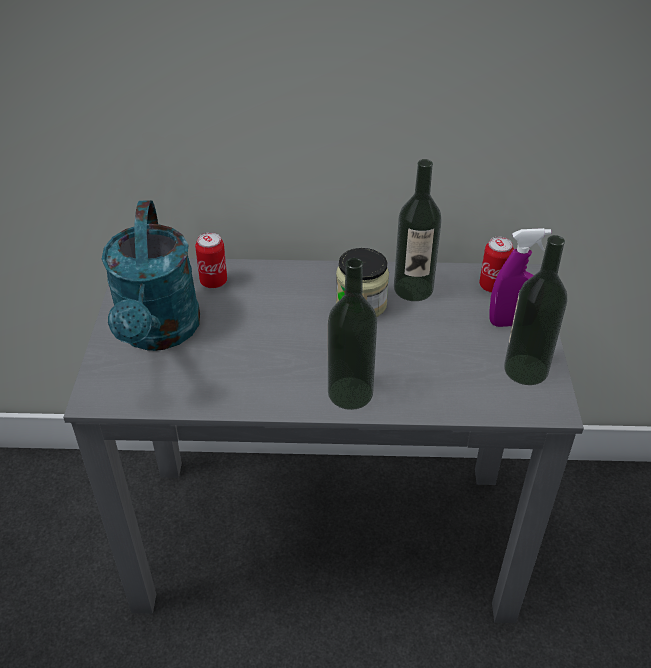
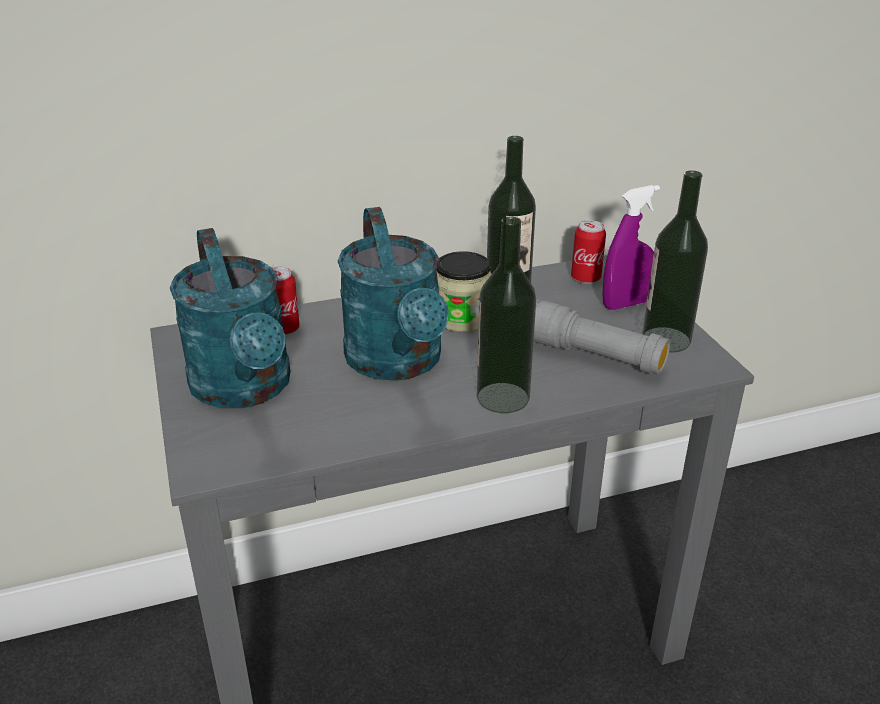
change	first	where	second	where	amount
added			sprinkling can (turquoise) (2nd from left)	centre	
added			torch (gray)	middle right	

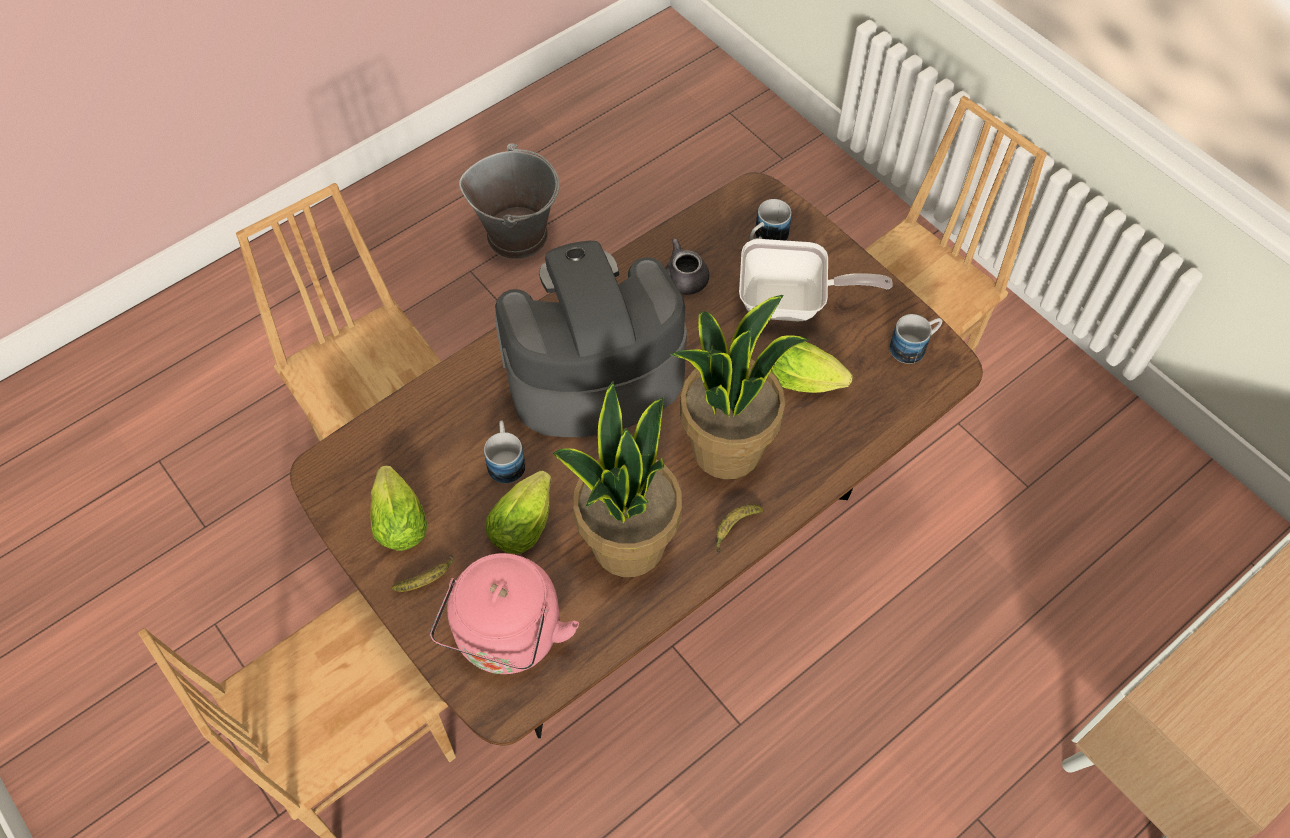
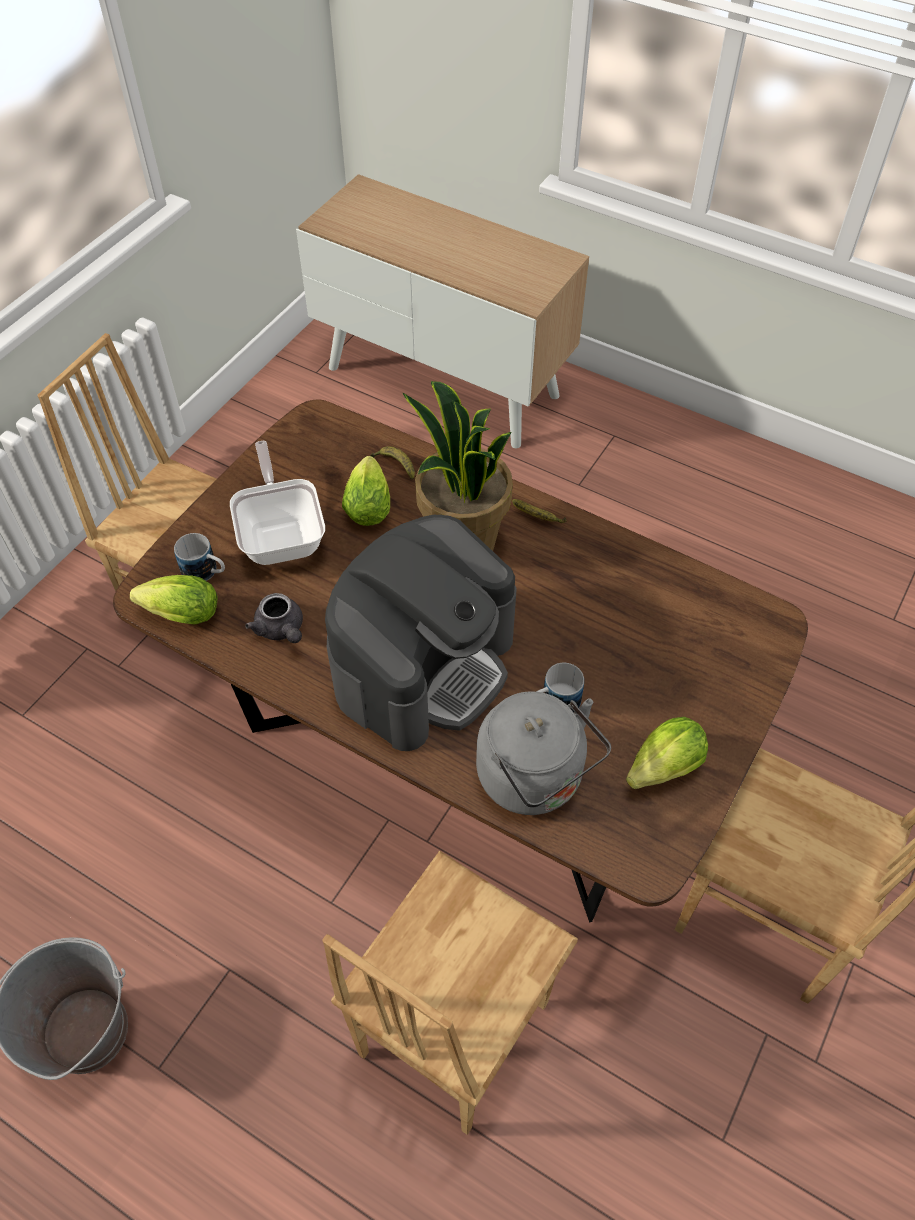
change	first	where	second	where	amount
moved	lettuce head (2nd from left in the first image)	centre	lettuce head (1st from left)	middle left	
turned	coffee brewer	centre		centre	105 degrees counterclockwise
moved	banana fruit (1st from left)	bottom left		centre	
added			water kettle (gray)	centre	
removed	water kettle (pink)	bottom centre			
removed	plant in a pot (1st from left)	centre			
removed	tea mug (3rd from left)	middle right			

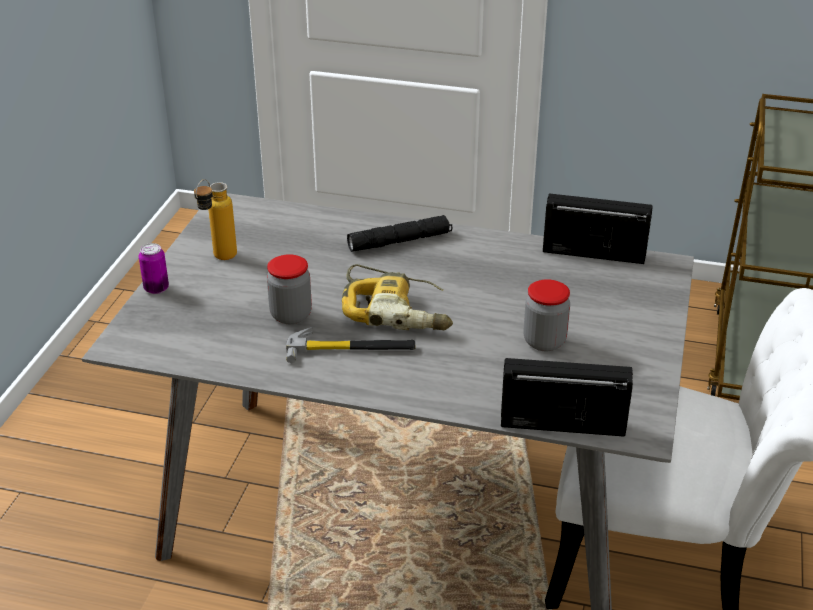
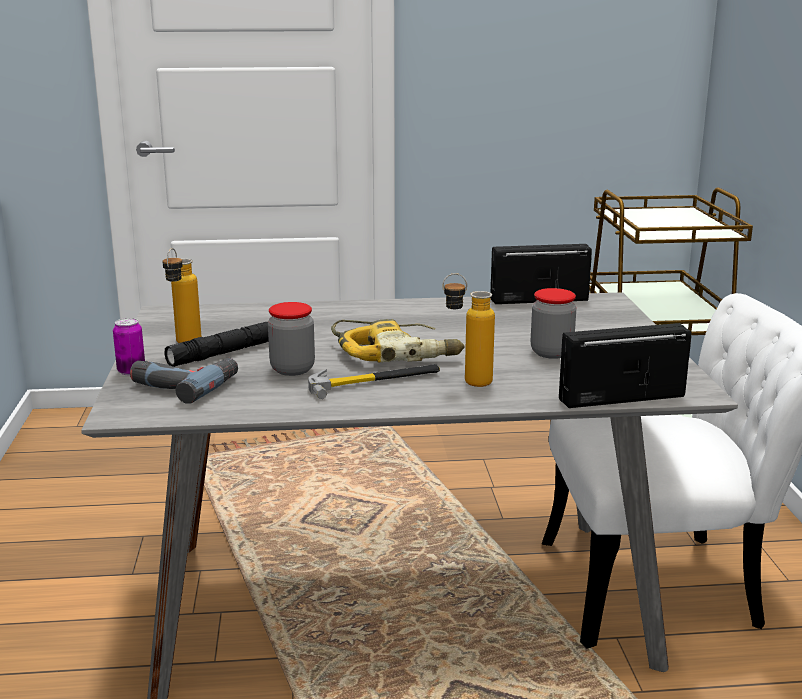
change	first	where	second	where	amount
added			power drill (1st from left)	middle left	
moved	torch (black-coloured)	centre		middle left	
added			bottle (2nd from left)	centre	

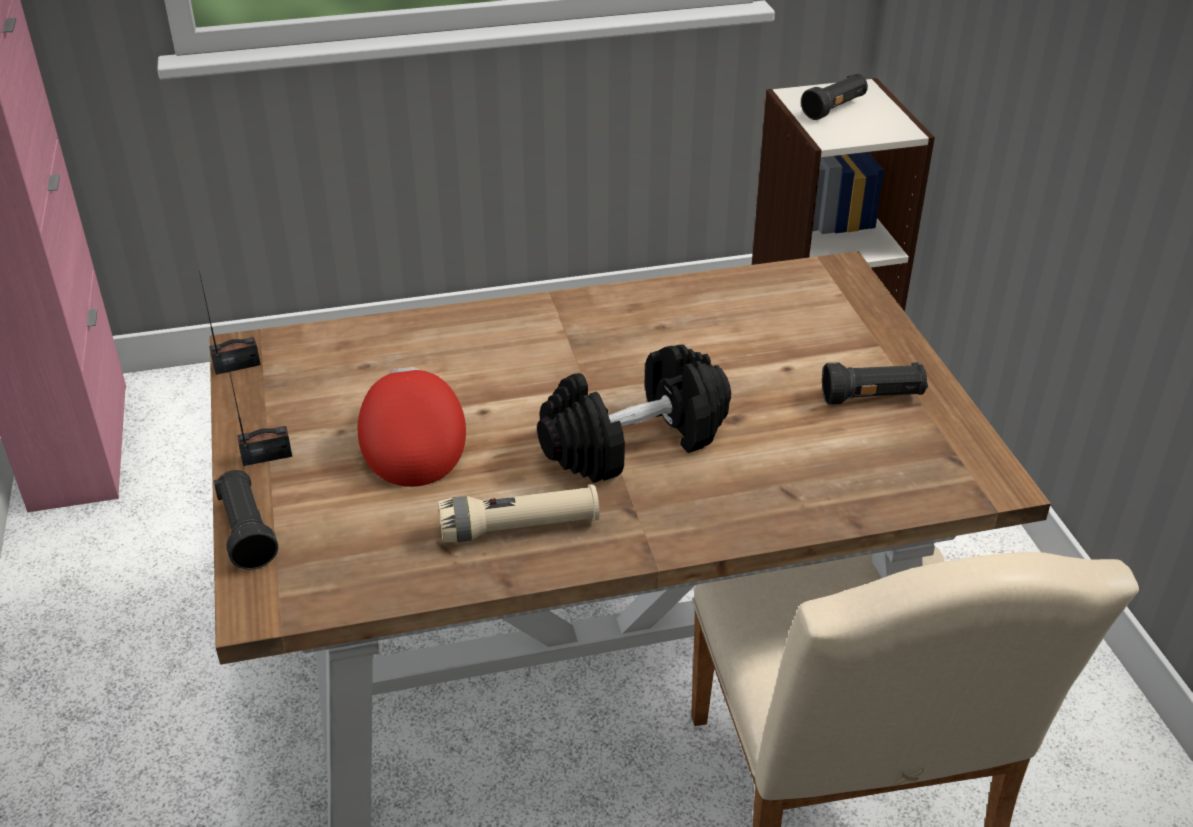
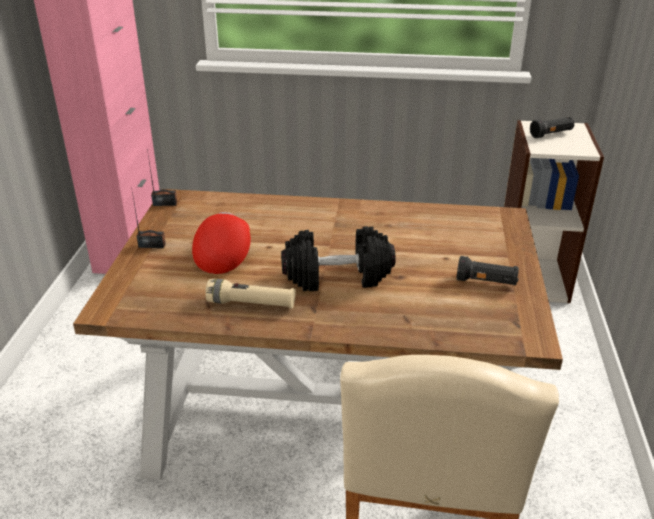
change	first	where	second	where	amount
removed	torch (black-coloured) (1st from left)	middle left			

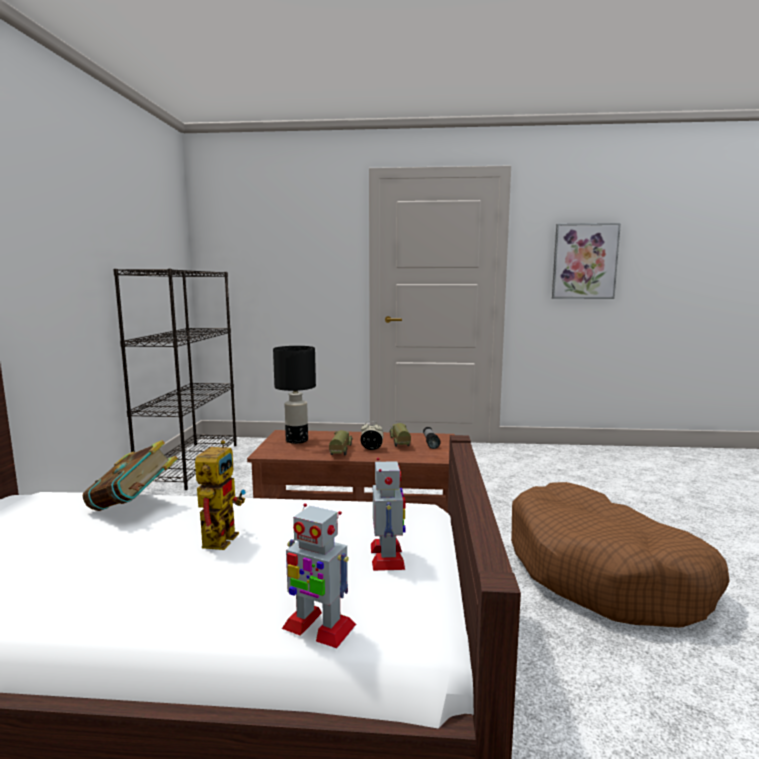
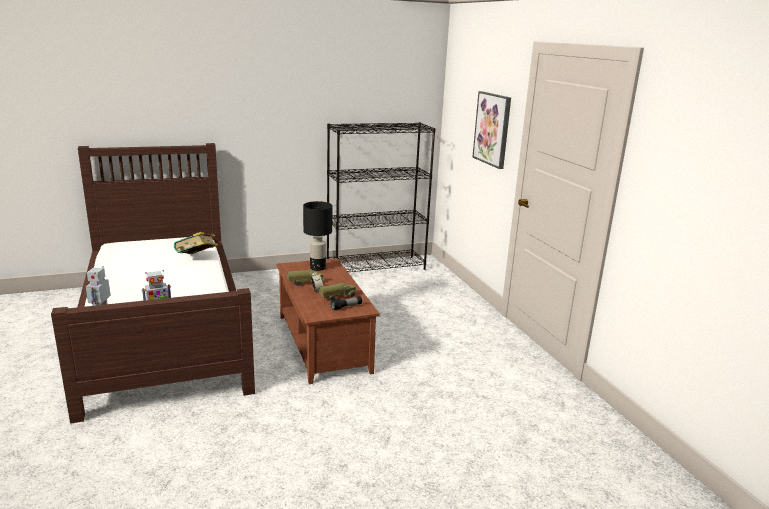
change	first	where	second	where	amount
moved	wall picture	middle right		top centre	
removed	toy robot (1st from left)	middle left			
removed	pet bed (brown-coloured)	bottom right			

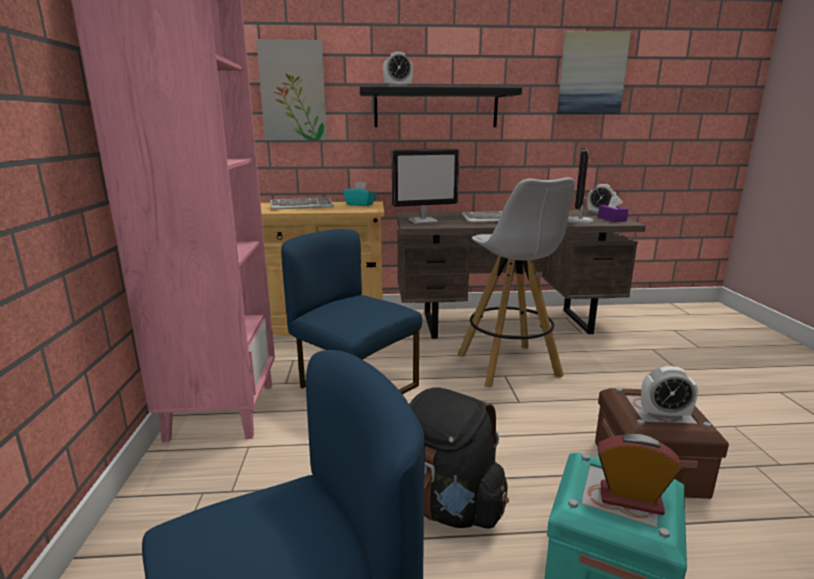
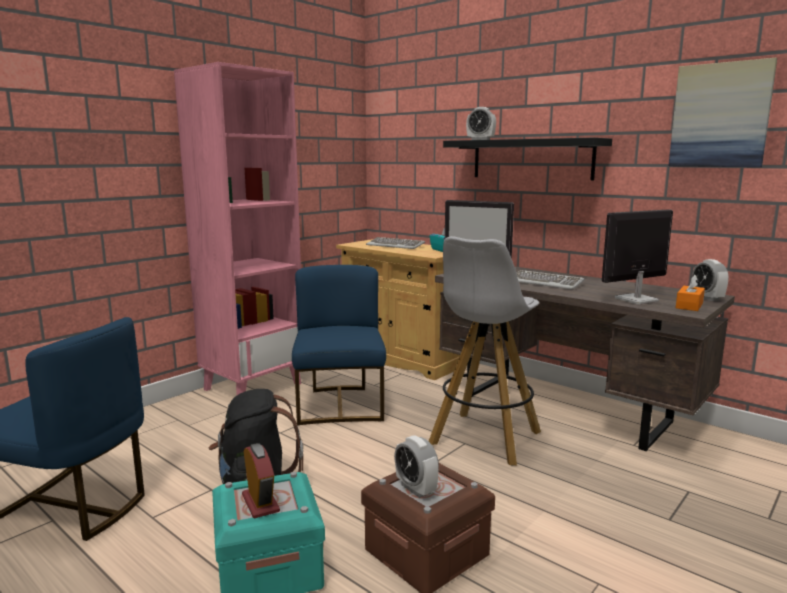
change	first	where	second	where	amount
recoloured	box of tissues (purple-coloured)	middle right	box of tissues (orange-coloured)	middle right	
removed	wall picture (1st from left)	top centre			

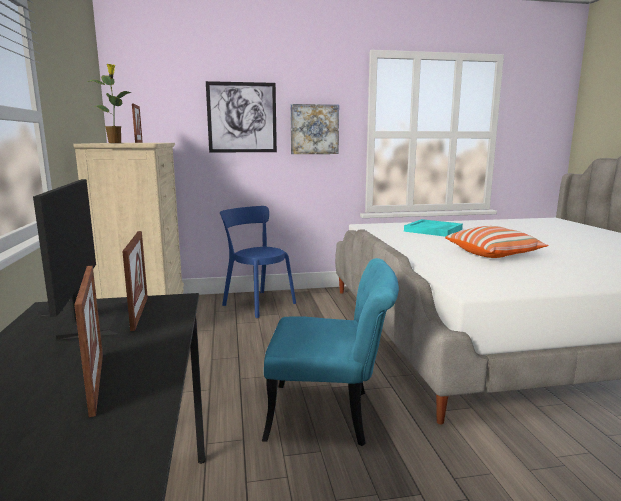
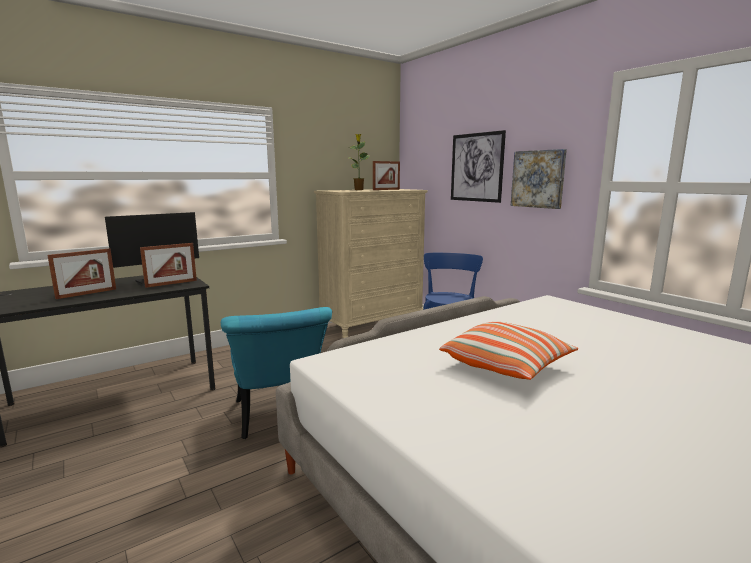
change	first	where	second	where	amount
removed	tray (turquoise)	middle right			

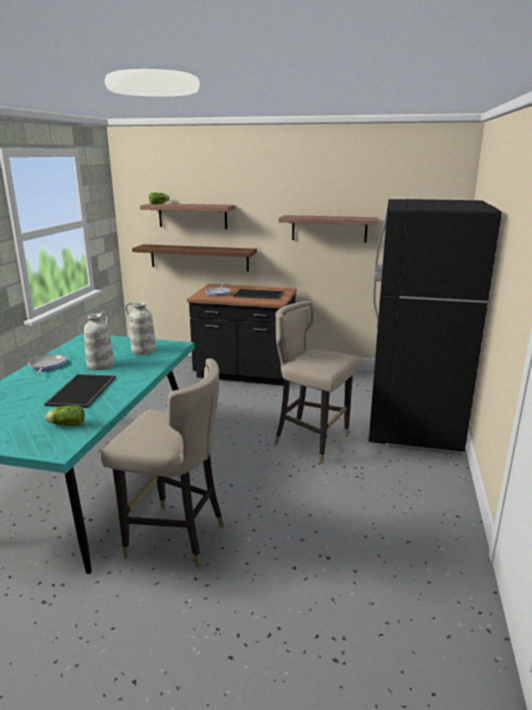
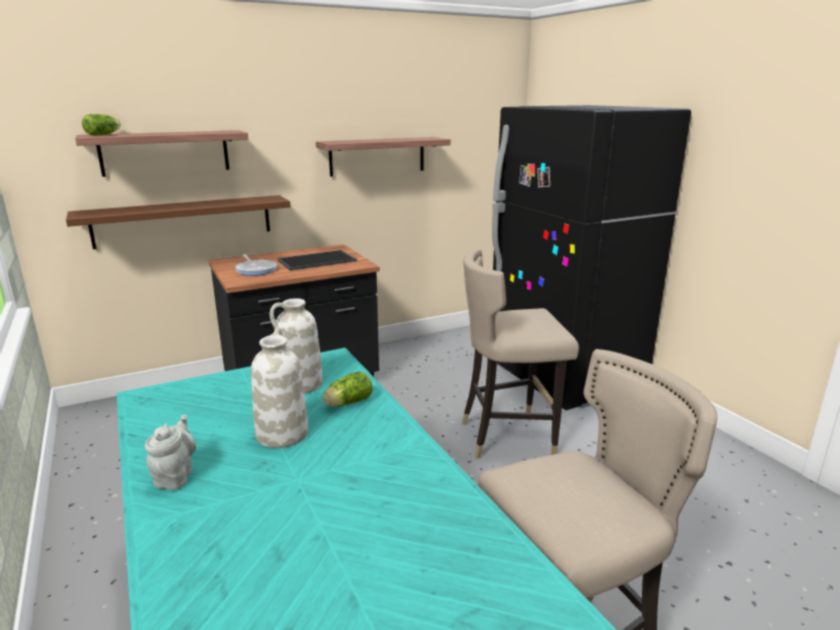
change	first	where	second	where	amount
replaced	skillet (1st from left)	middle left	tea pot (gray)	bottom left	
moved	lettuce head (1st from left in the first image)	middle left	lettuce head (2nd from left)	centre	
removed	tray (1st from left)	middle left			

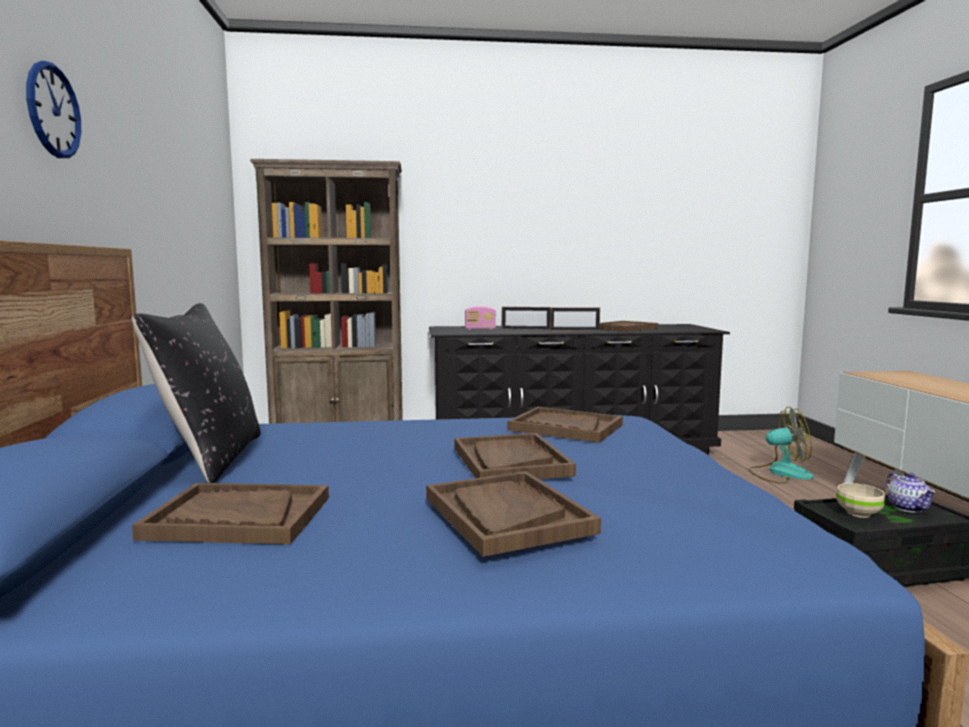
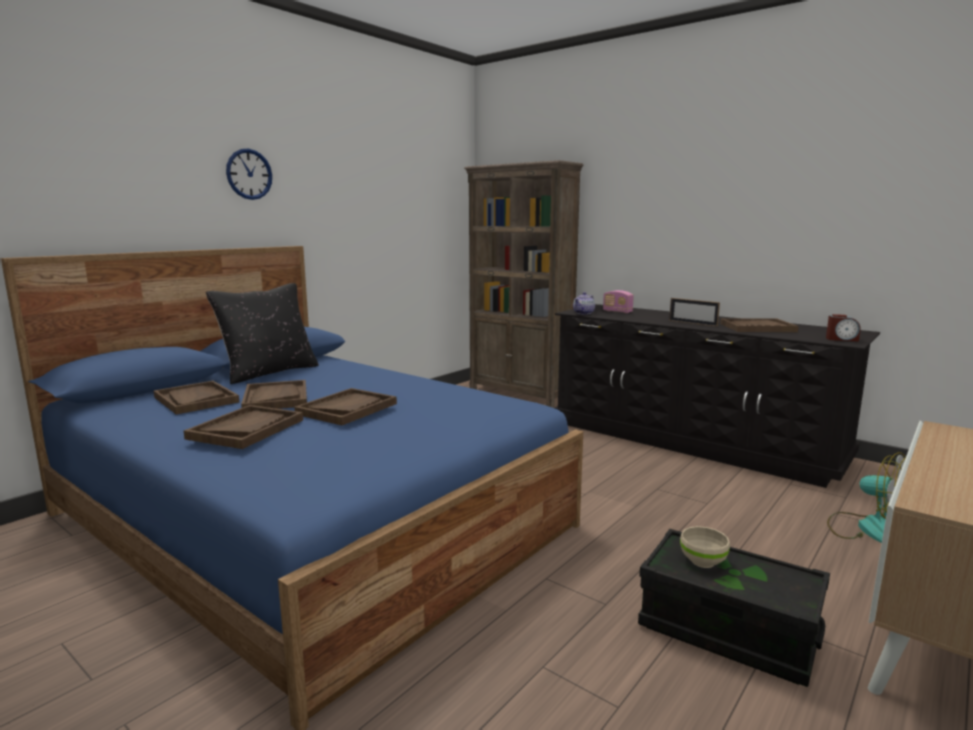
change	first	where	second	where	amount
moved	tray (brown-coloured) (4th from left in the first image)	centre	tray (brown-coloured) (3rd from left)	middle left	
moved	tea pot	bottom right		centre	
added			alarm clock	middle right	
removed	standing frame (1st from left)	centre			

